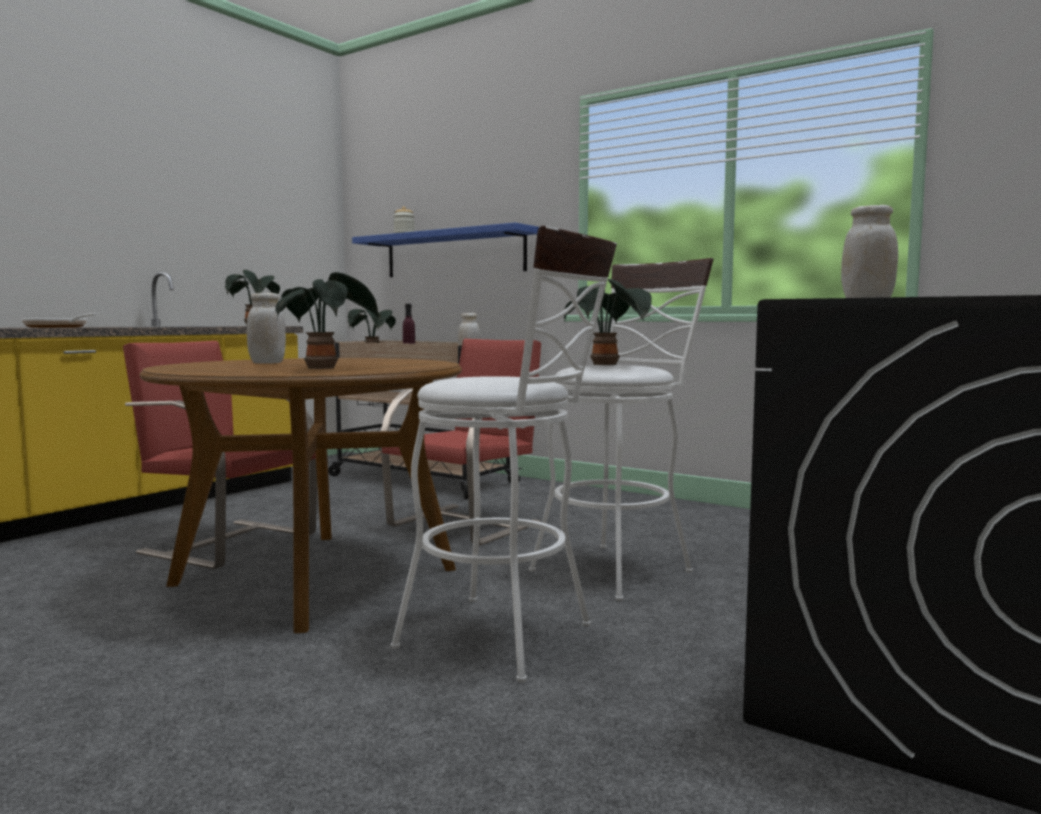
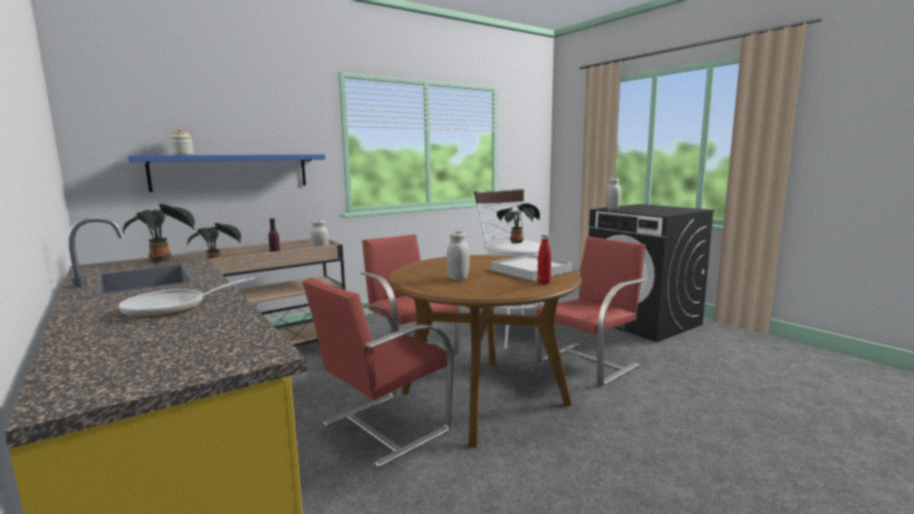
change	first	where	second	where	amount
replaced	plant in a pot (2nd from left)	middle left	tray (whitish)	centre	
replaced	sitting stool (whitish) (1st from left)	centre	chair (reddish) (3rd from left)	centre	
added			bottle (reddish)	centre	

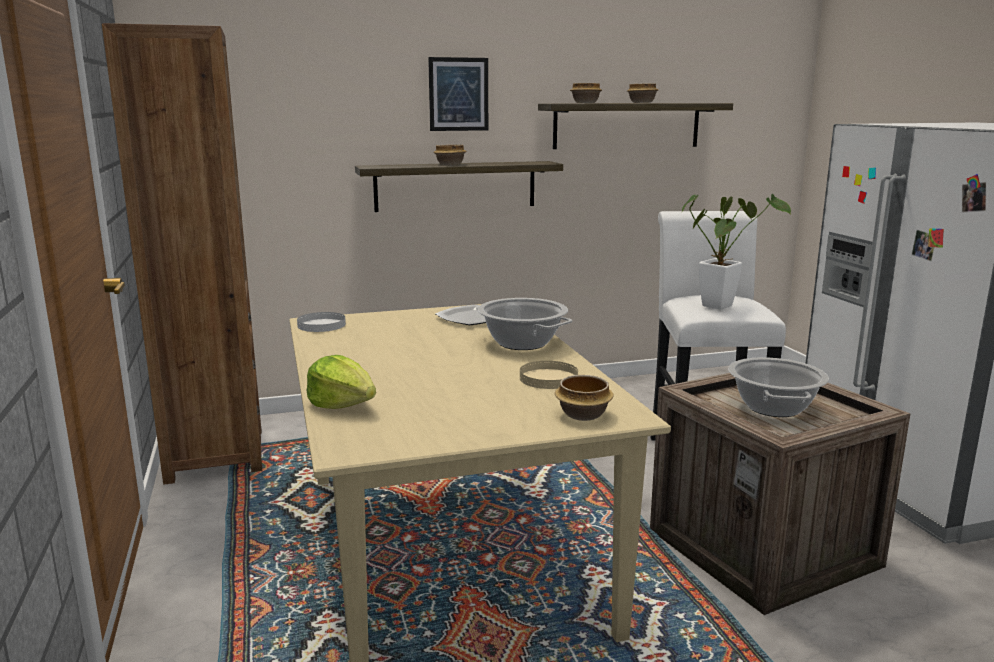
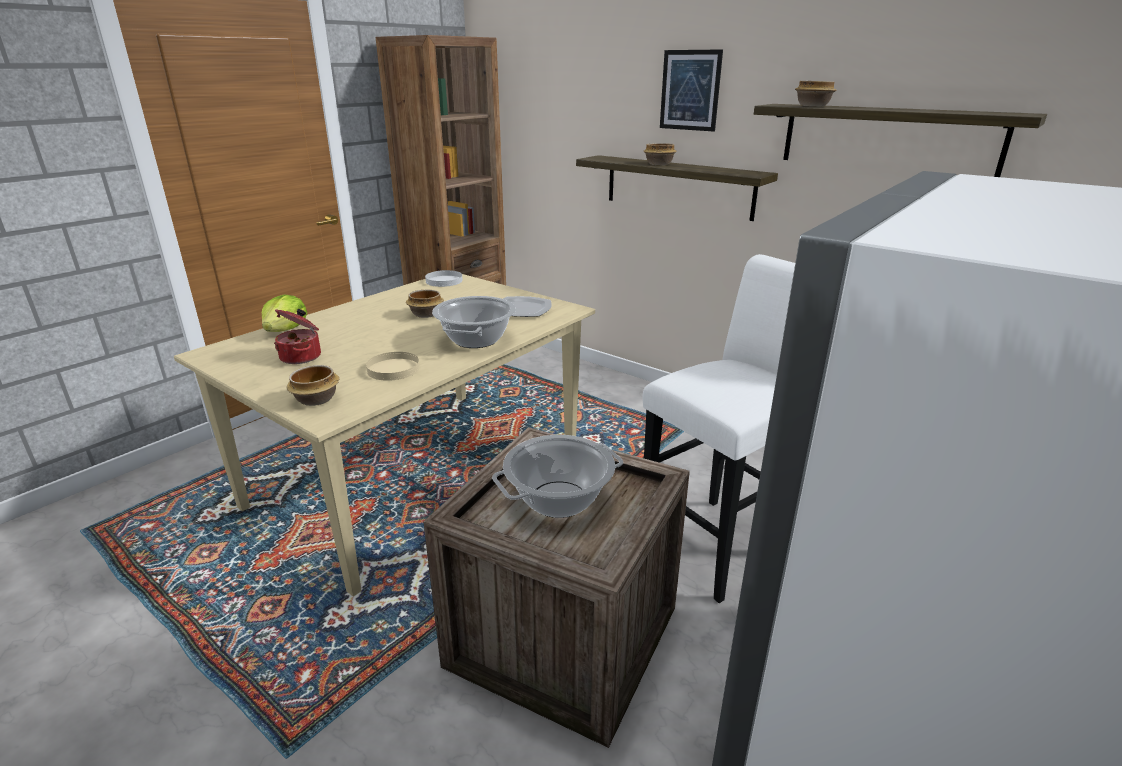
change	first	where	second	where	amount
added			cooking pot (1st from left)	middle left	
moved	bowl (4th from left in the first image)	top centre	bowl (2nd from left)	centre	
removed	plant in a pot	middle right			

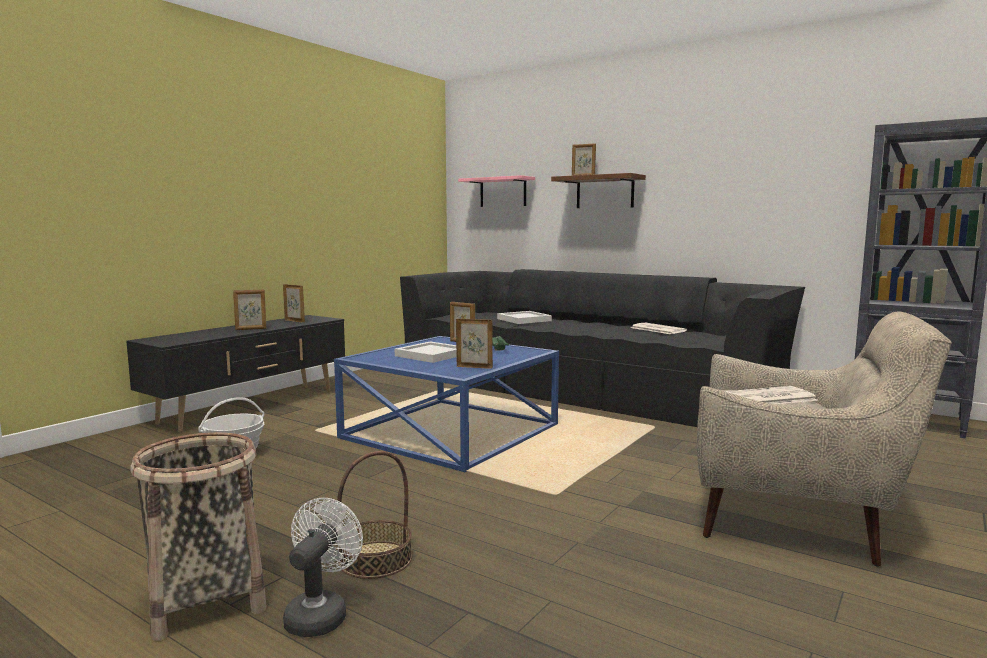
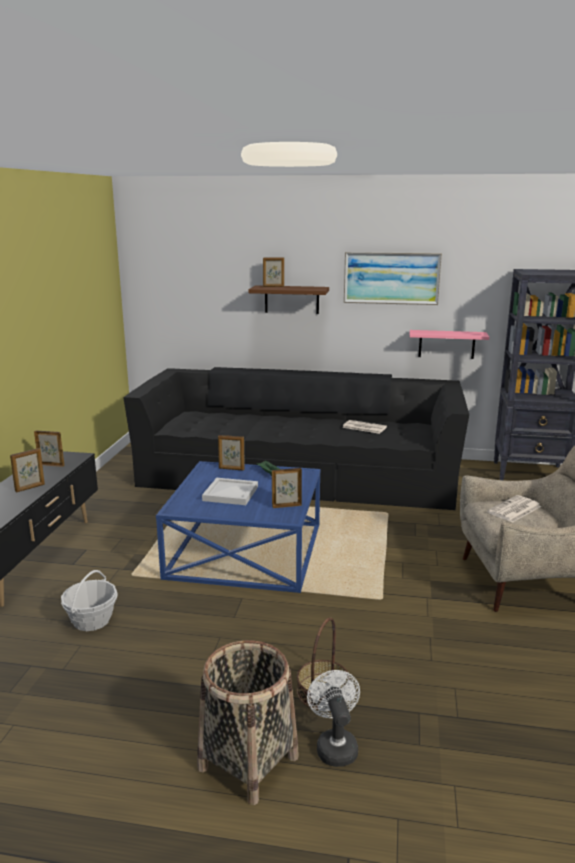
change	first	where	second	where	amount
added			wall picture	top right	
moved	bracket shelf (pink)	top centre		middle right	
removed	tray (whitish) (2nd from left)	centre			

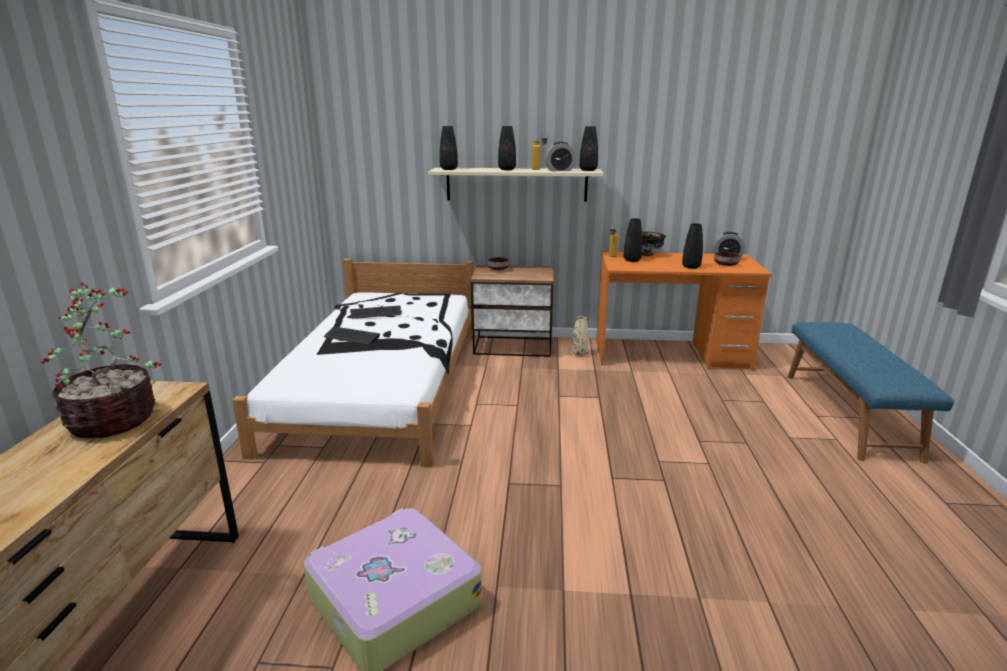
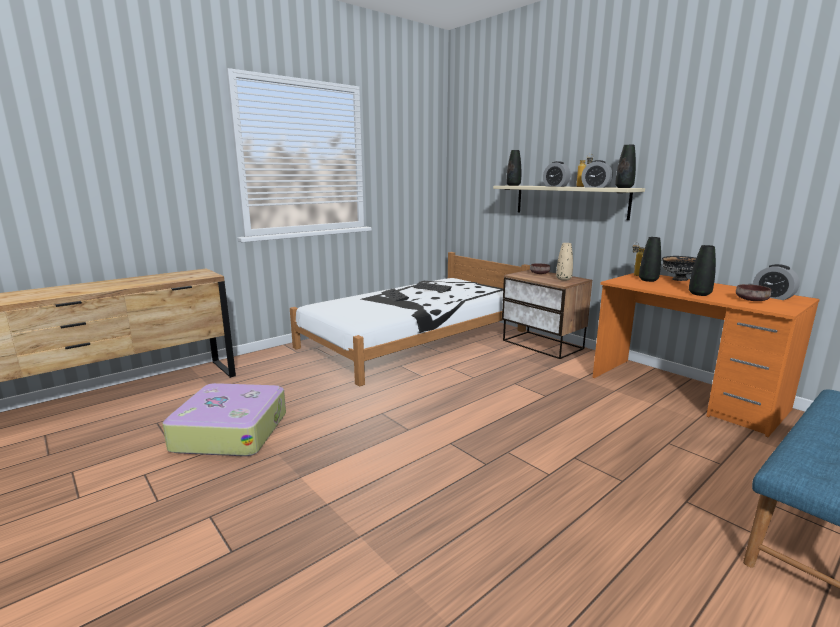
change	first	where	second	where	amount
replaced	decorative vase (black-coloured) (2nd from left)	top centre	alarm clock (1st from left)	top centre	
moved	decorative vase (beige-coloured)	centre		middle right	
removed	plant in a pot	middle left			

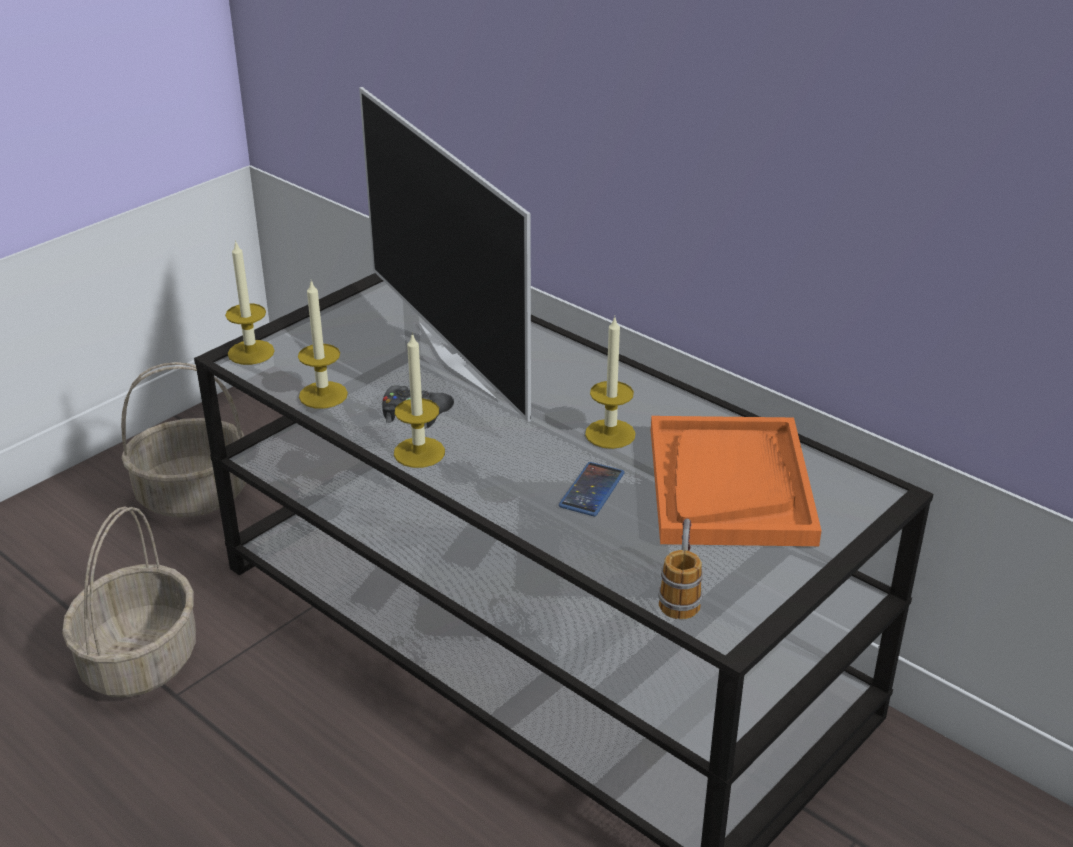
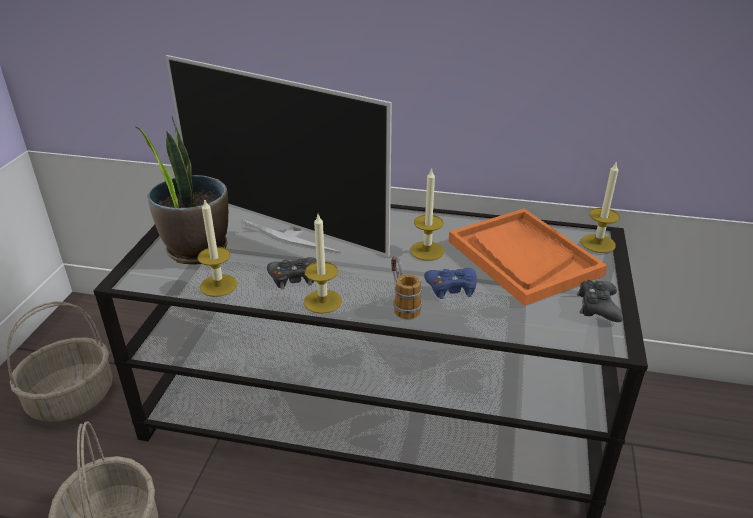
change	first	where	second	where	amount
added			plant in a pot	middle left	
moved	tea mug	bottom centre		centre	
replaced	handset	centre	game controller (blue)	centre	
added			game controller (black-coloured) (2nd from left)	middle right	
moved	candle (1st from left in the first image)	middle left	candle (4th from left)	middle right	

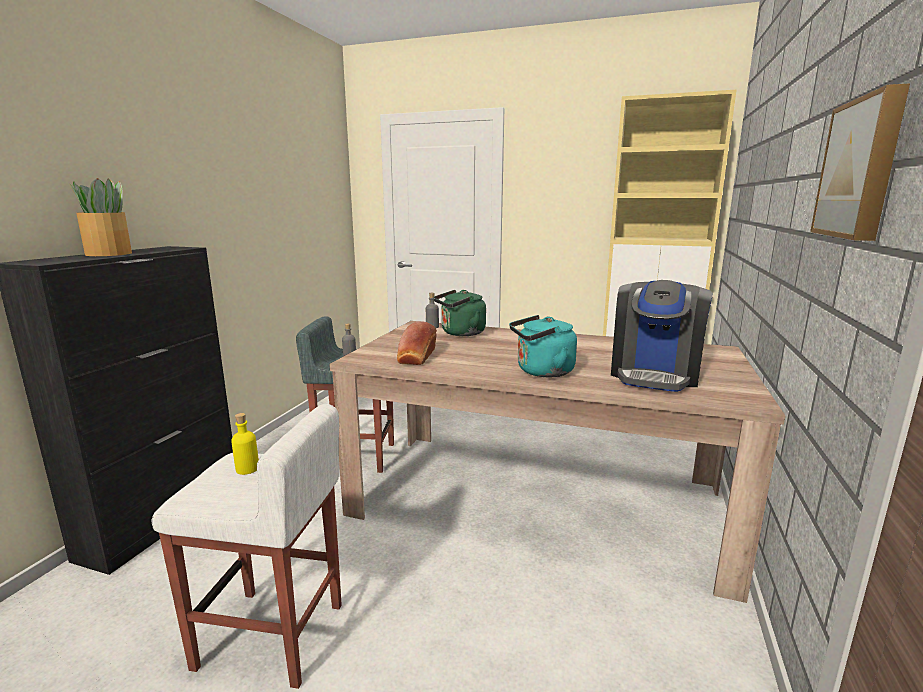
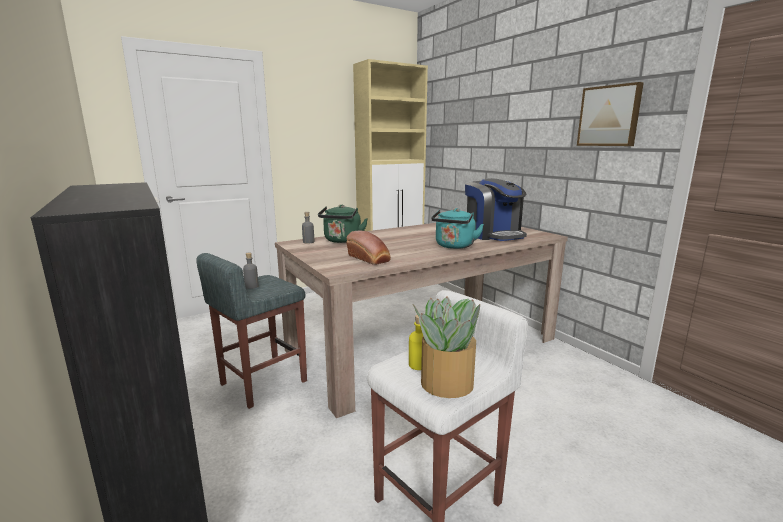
change	first	where	second	where	amount
moved	plant in a pot	top left		centre	

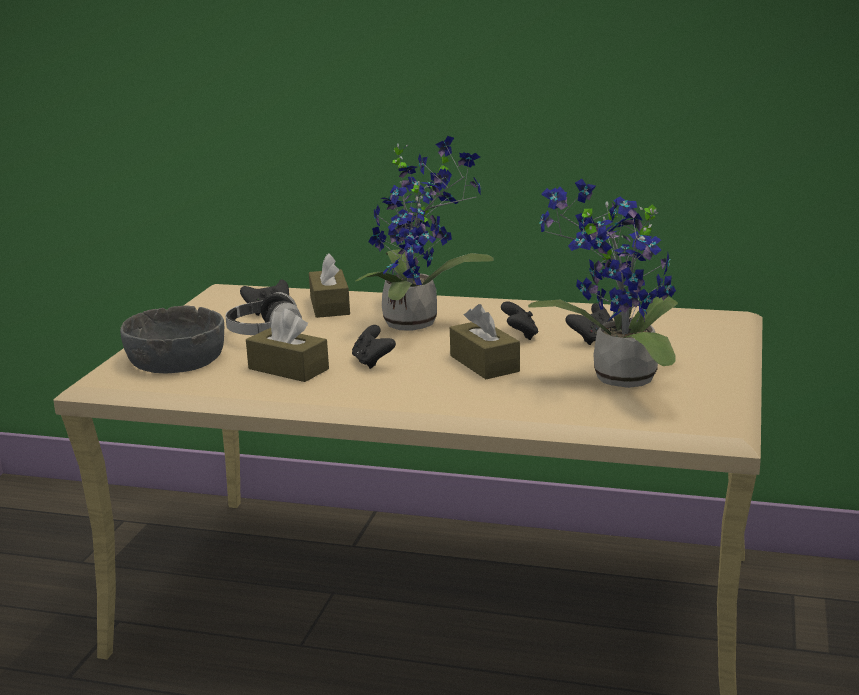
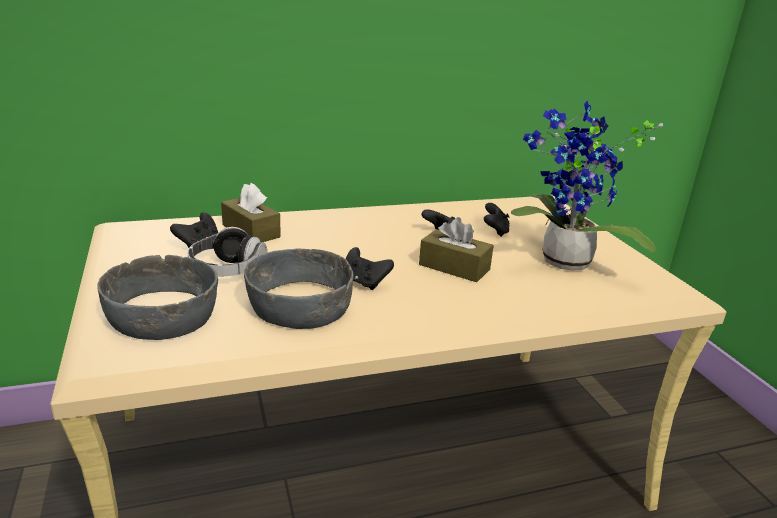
change	first	where	second	where	amount
replaced	box of tissues (brown-coloured) (1st from left)	centre	bowl (gray) (2nd from left)	centre	
removed	plant in a pot (1st from left)	centre			

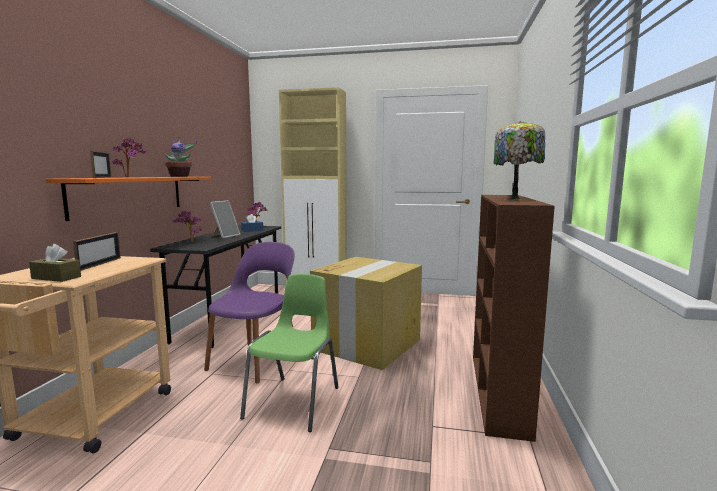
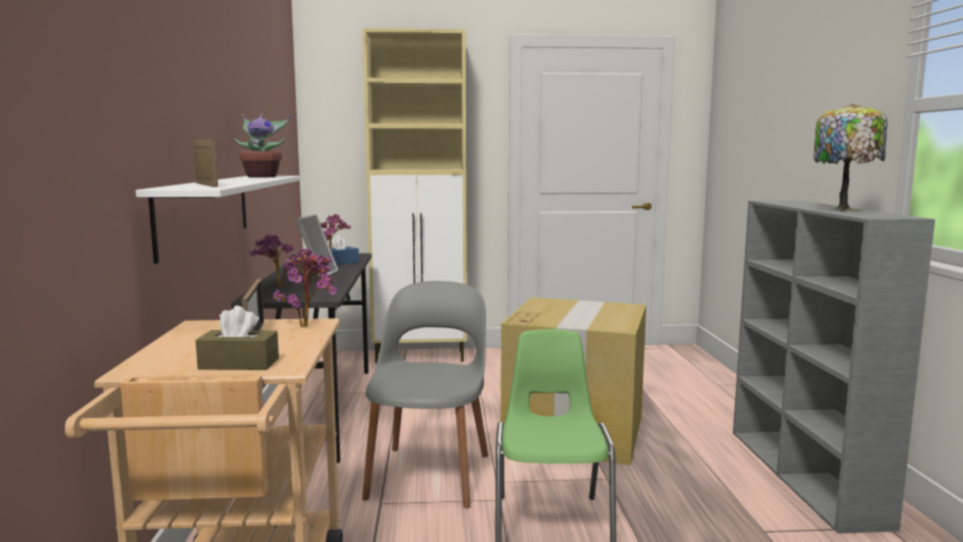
change	first	where	second	where	amount
recoloured	bracket shelf (orange-coloured)	middle left	bracket shelf (whitish)	middle left	
moved	plant in a pot (1st from left in the first image)	top left	plant in a pot (3rd from left)	middle left	
recoloured	chair (purple-coloured)	centre	chair (gray)	bottom centre	
recoloured	bookcase (brown-coloured)	middle right	bookcase (gray)	bottom right	

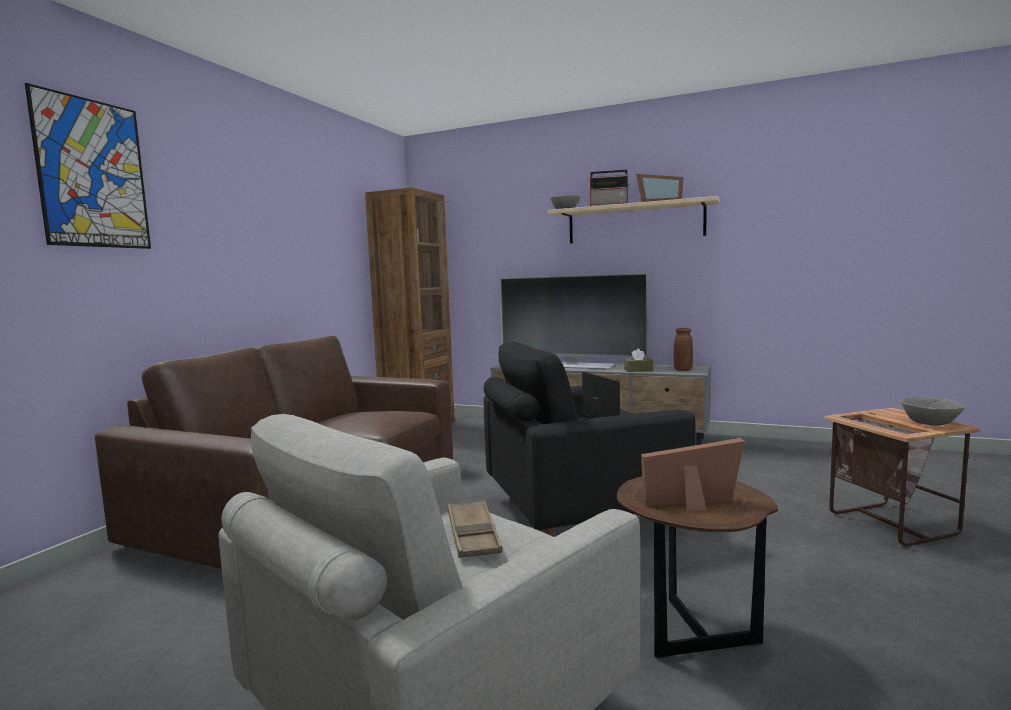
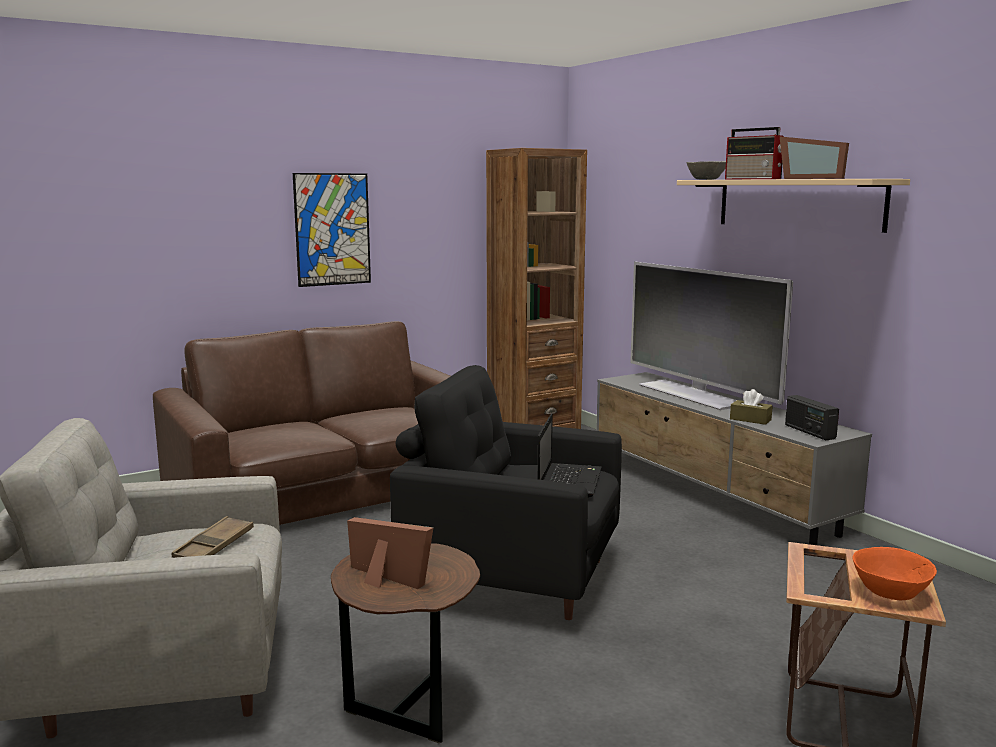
change	first	where	second	where	amount
moved	wall picture	top left		top centre	
replaced	decorative vase (brown-coloured)	middle right	radio set (2nd from left)	middle right	
recoloured	bowl (gray) (2nd from left)	middle right	bowl (orange-coloured)	bottom right	

